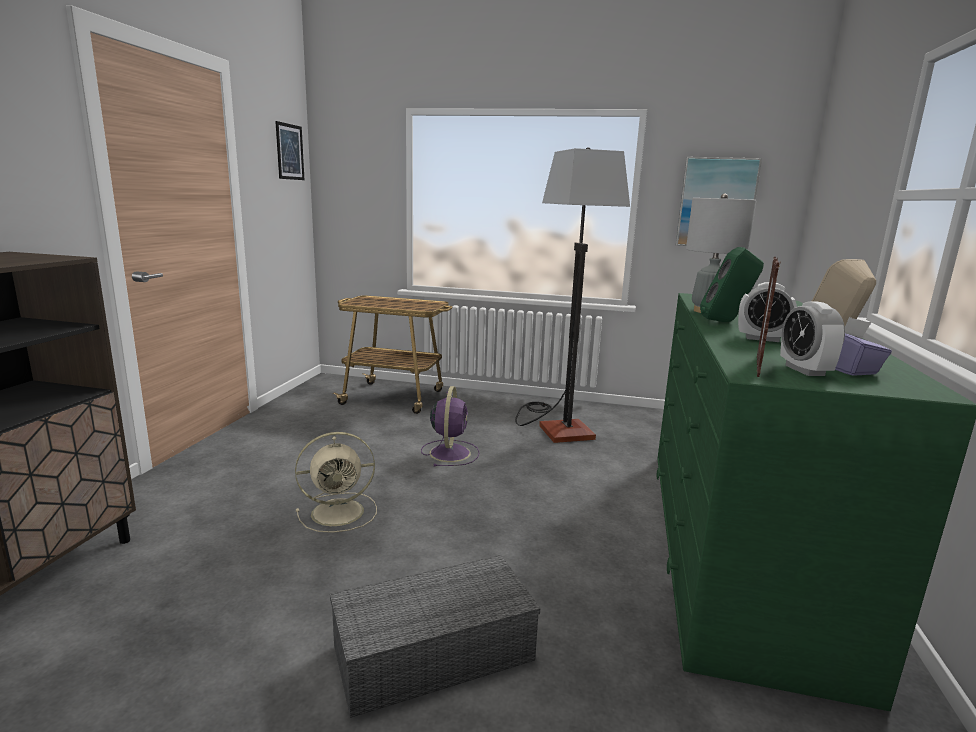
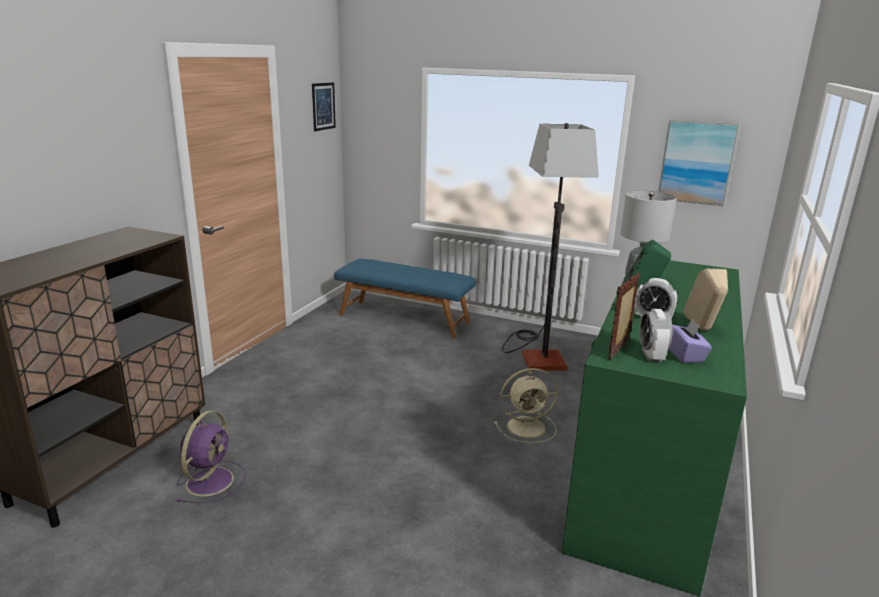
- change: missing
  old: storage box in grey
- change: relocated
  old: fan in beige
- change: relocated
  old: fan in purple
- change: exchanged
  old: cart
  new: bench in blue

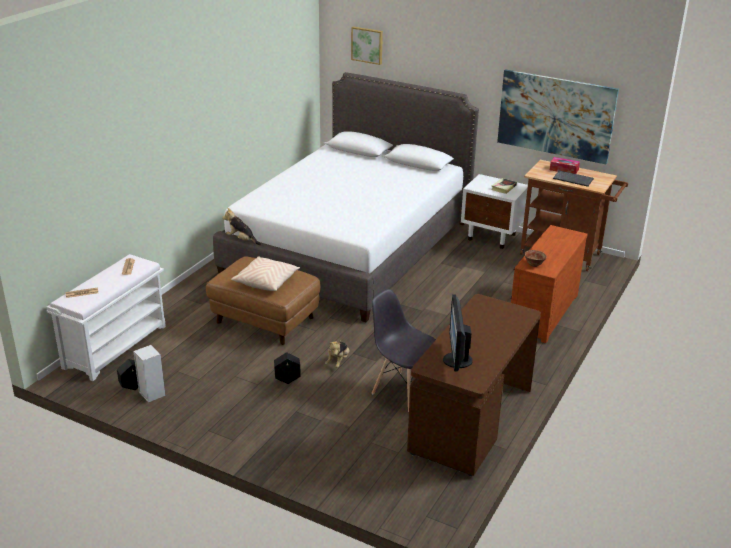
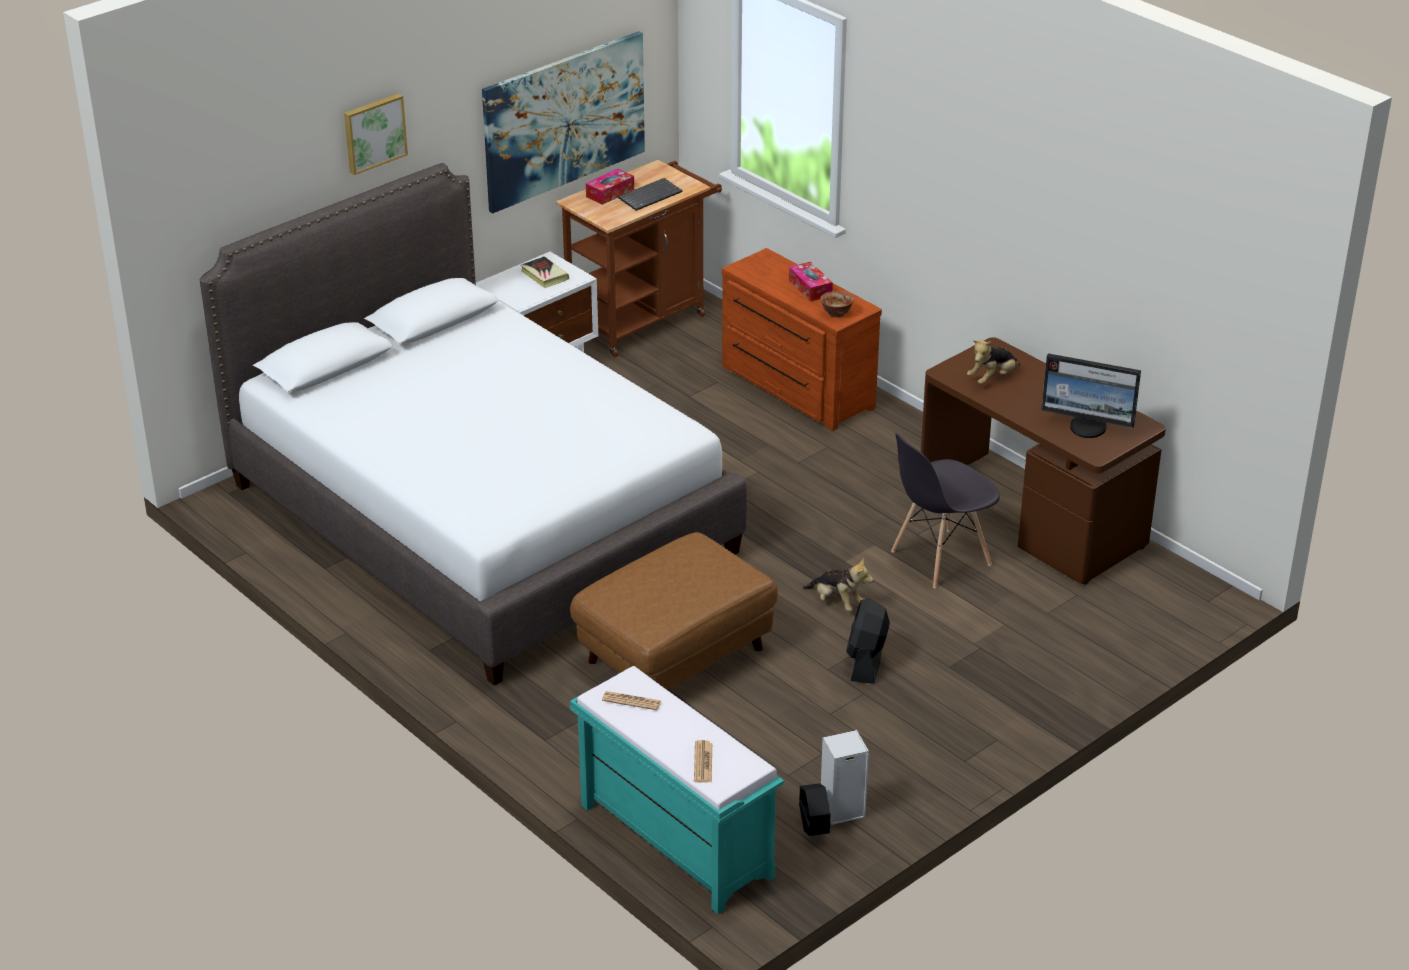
- change: missing
  old: pillow in beige
- change: appeared
  new: tissue box (no. 2 from left)
- change: relocated
  old: plush toy (no. 1 from left in the first image)
  new: plush toy (no. 2 from left)
- change: relocated
  old: picture (no. 1 from left)
- change: exchanged
  old: planter in black (no. 2 from left)
  new: fan in black
- change: colour
  old: bench in white
  new: bench in turquoise

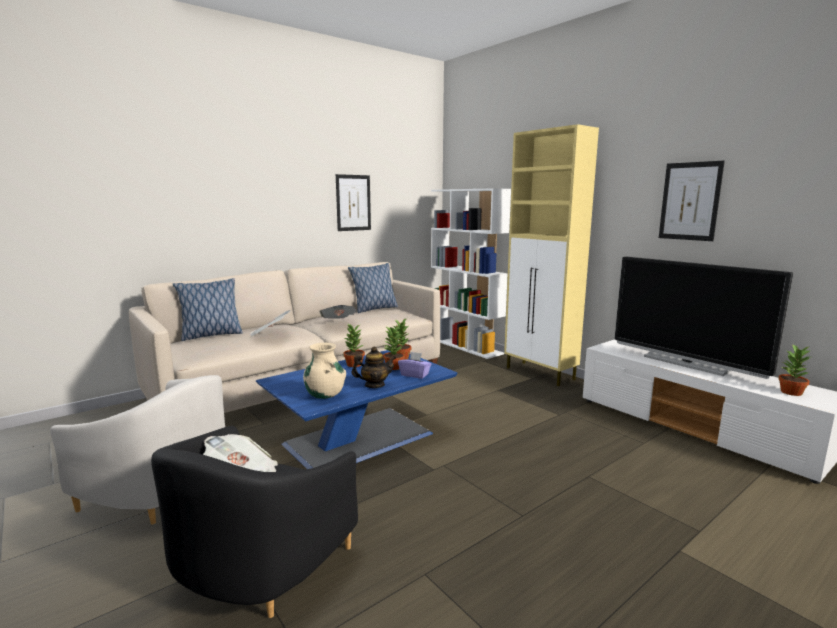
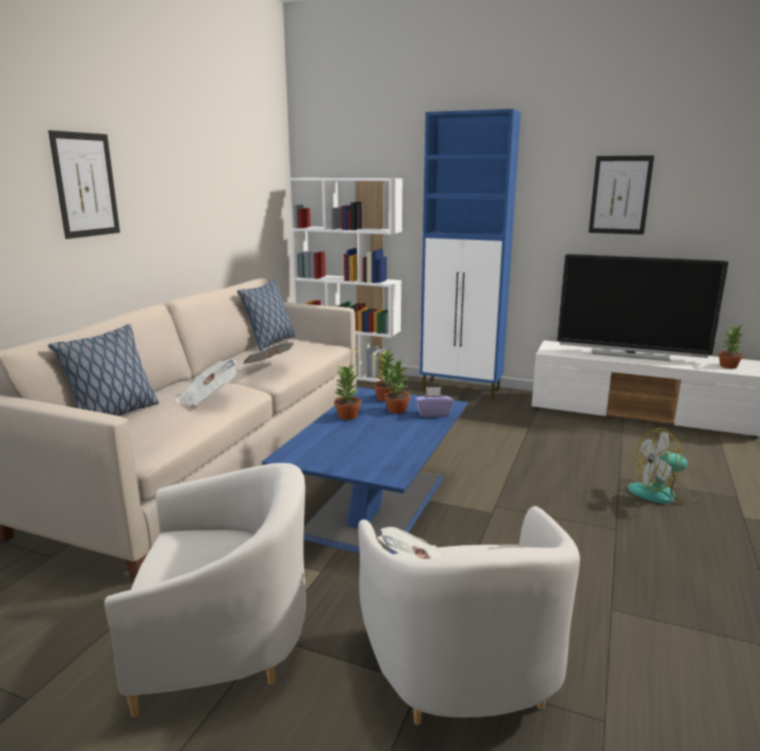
- change: missing
  old: vase in beige
- change: missing
  old: teapot
- change: appeared
  new: fan
- change: relocated
  old: picture (no. 1 from left)
- change: colour
  old: armchair in black
  new: armchair in white (no. 2 from left)
- change: colour
  old: cabinet in beige
  new: cabinet in blue

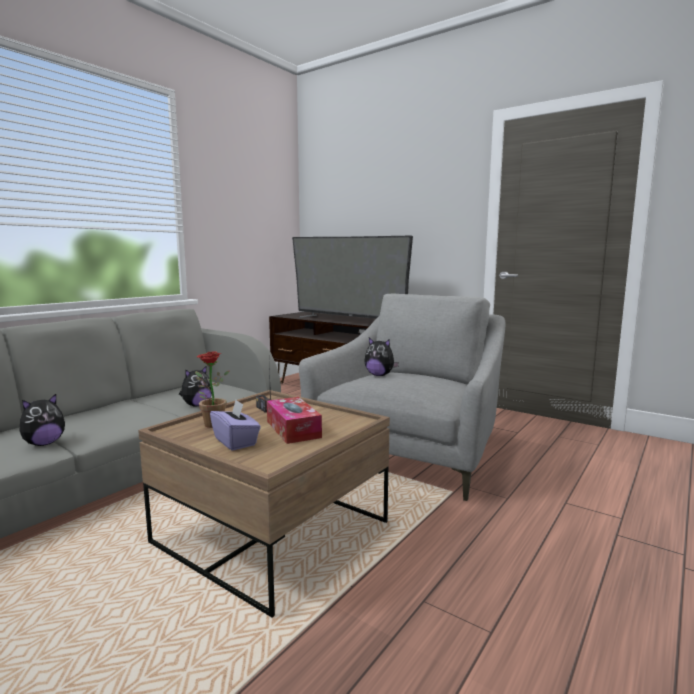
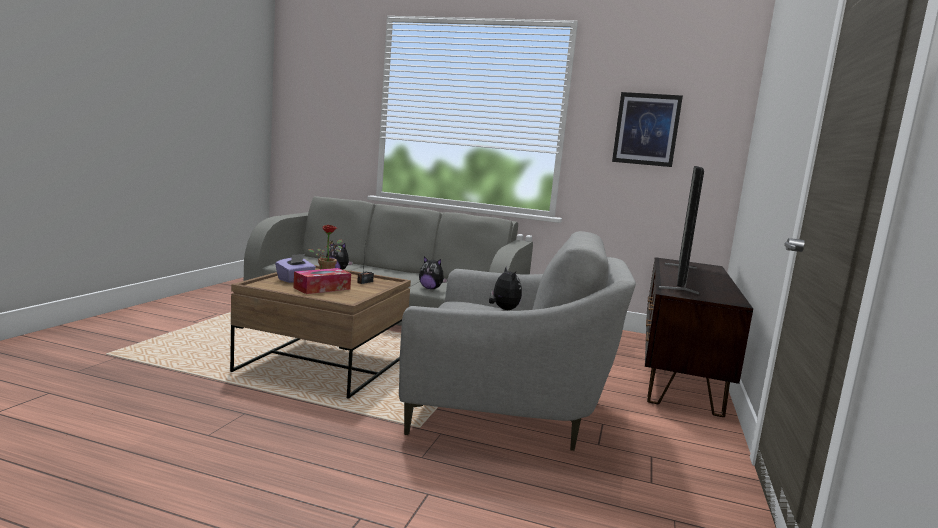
- change: appeared
  new: picture
- change: spun
  old: plush toy (no. 3 from left)
  degrees: 150

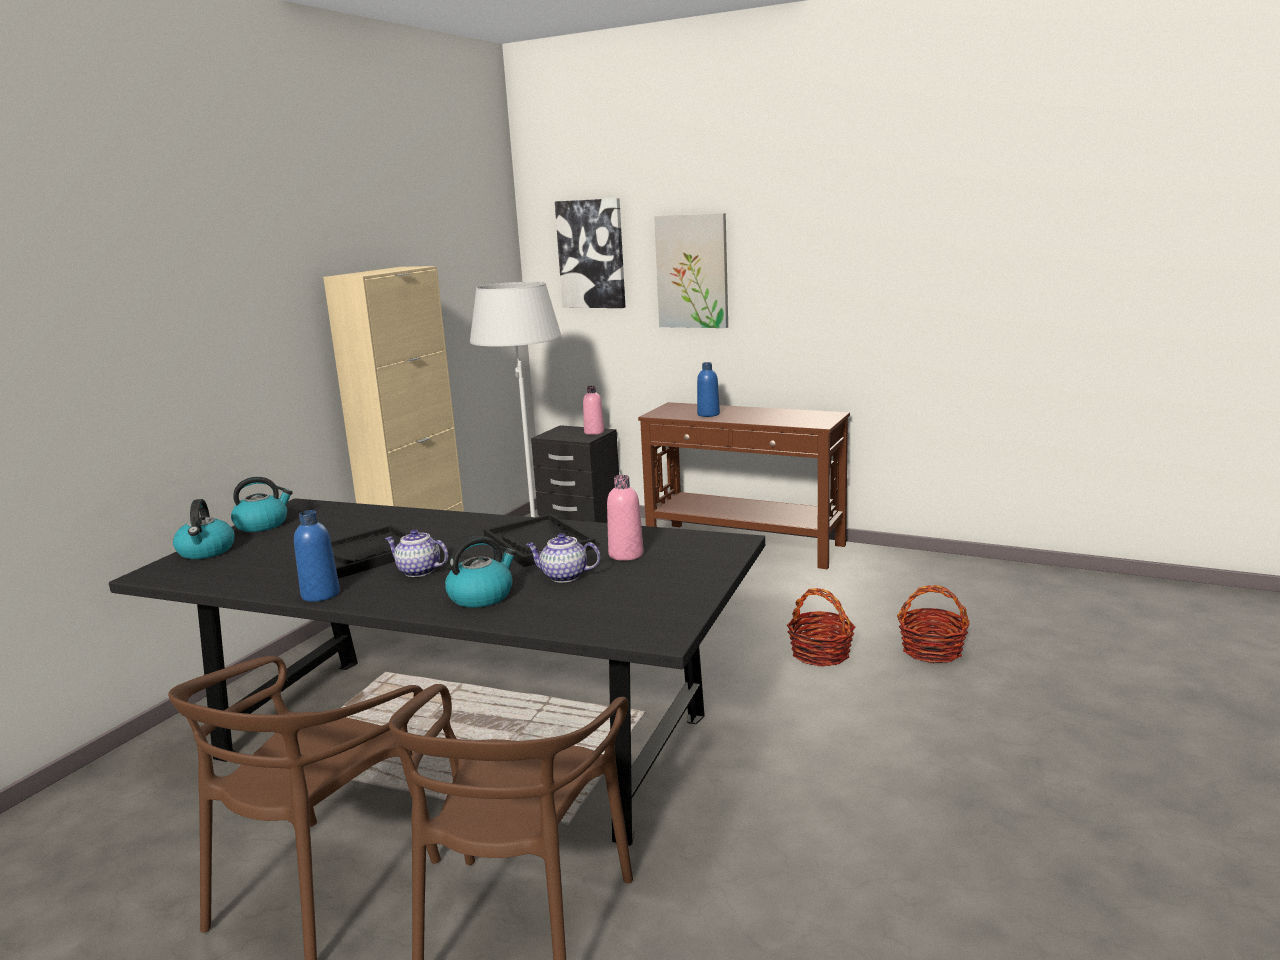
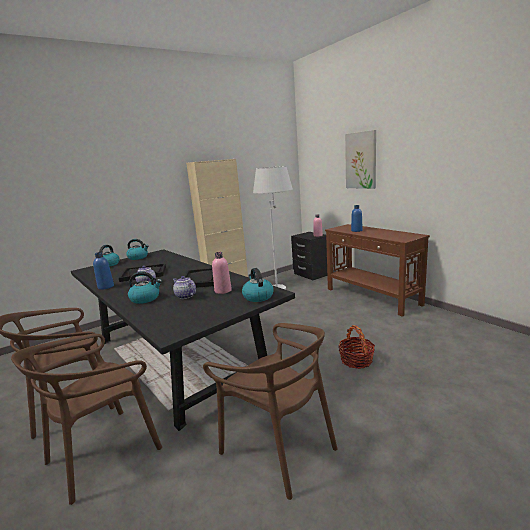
- change: missing
  old: picture (no. 1 from left)
- change: missing
  old: basket (no. 2 from left)
- change: appeared
  new: chair in brown (no. 3 from left)
- change: appeared
  new: kettle (no. 4 from left)

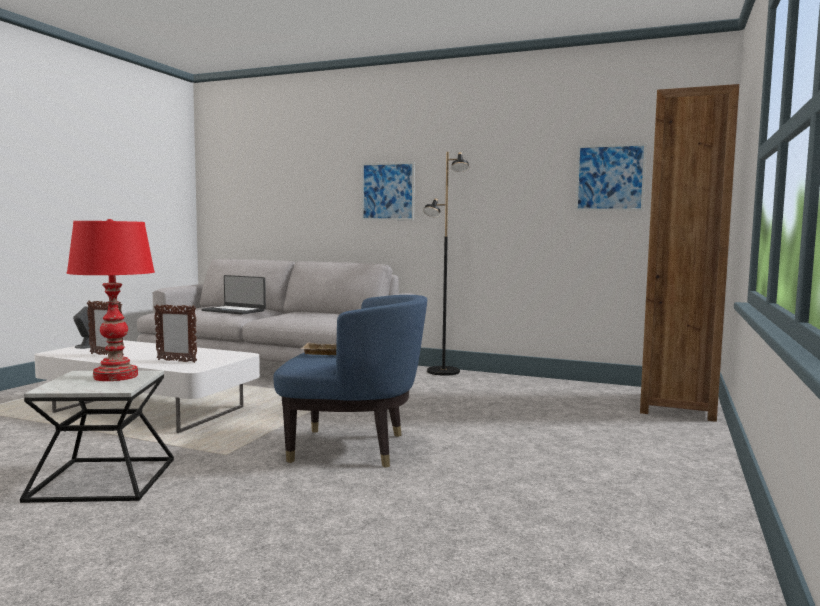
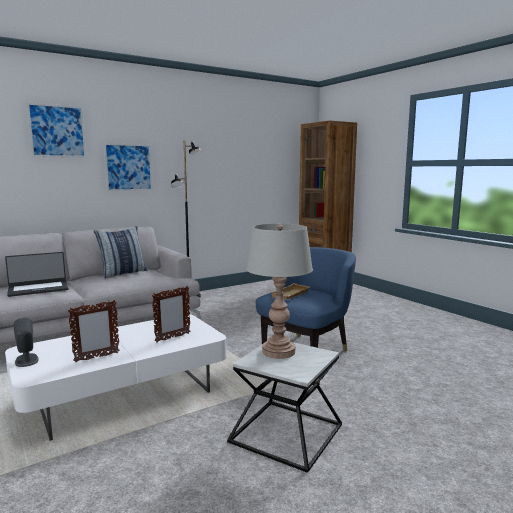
- change: appeared
  new: pillow
- change: relocated
  old: picture (no. 2 from left in the first image)
  new: picture (no. 1 from left)
- change: colour
  old: table lamp in red
  new: table lamp in grey

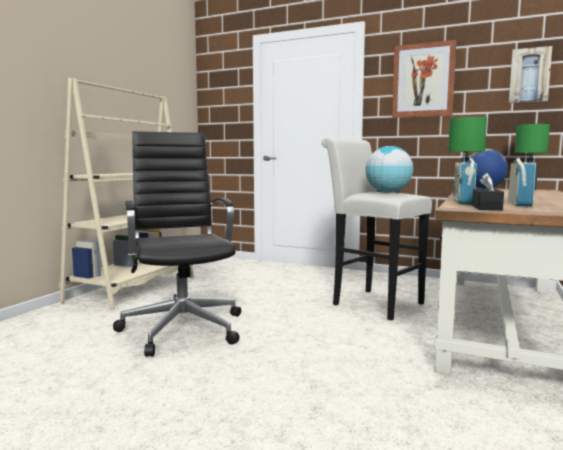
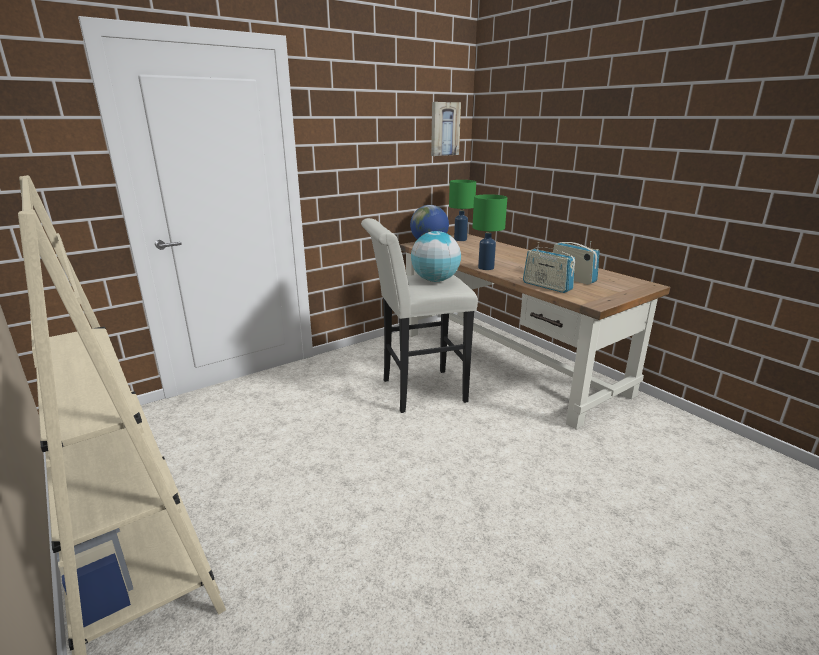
- change: missing
  old: office chair in black
- change: missing
  old: picture (no. 1 from left)
- change: missing
  old: tissue box in black

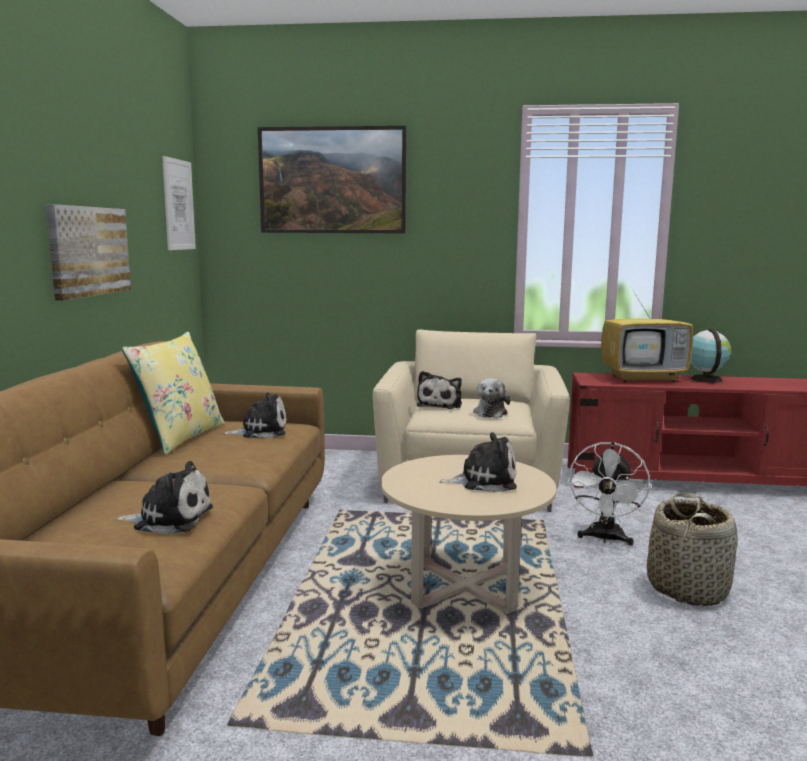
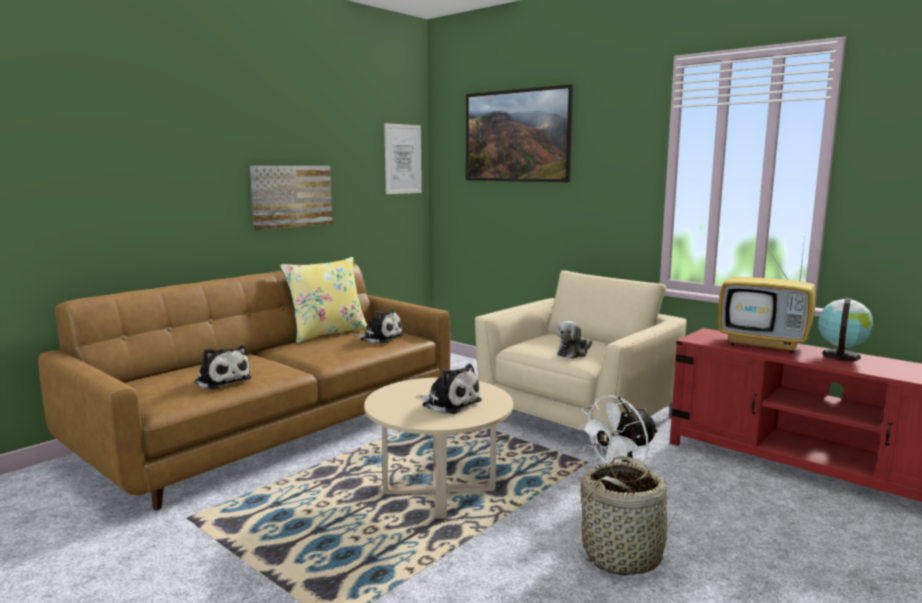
- change: missing
  old: plush toy (no. 3 from left)

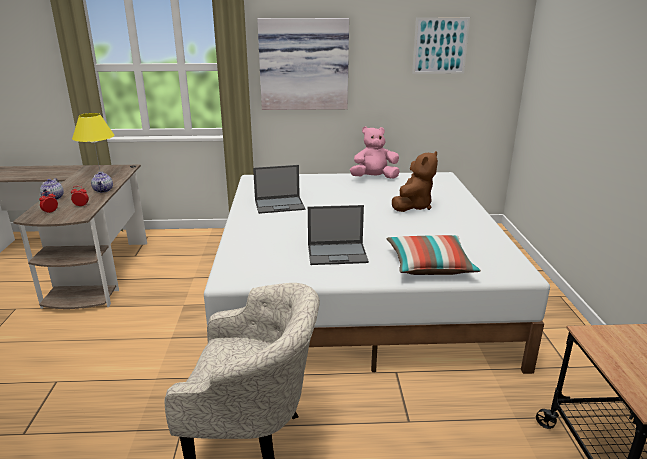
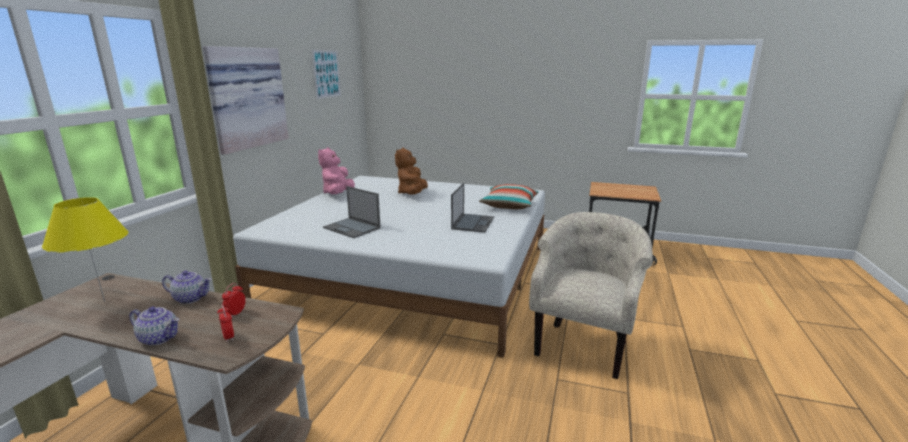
- change: spun
  old: laptop (no. 1 from left)
  degrees: 120
- change: spun
  old: plush toy in brown
  degrees: -135

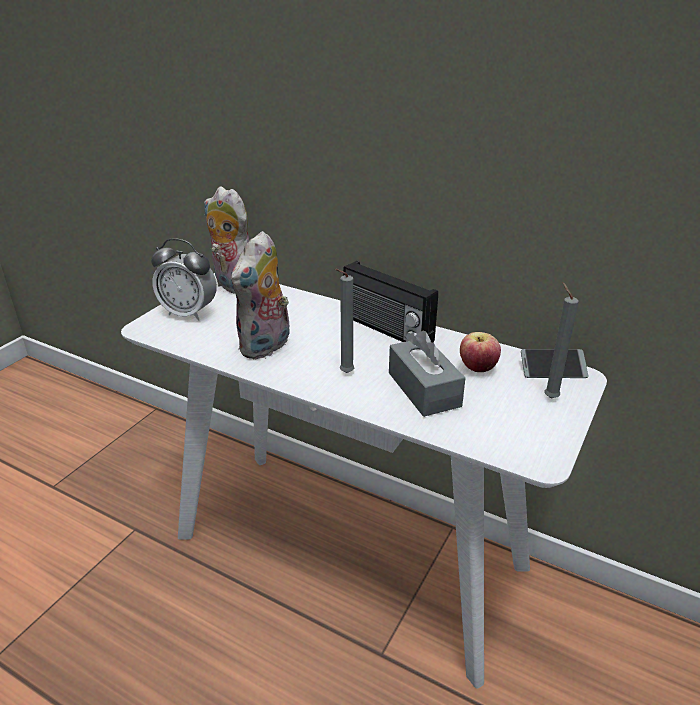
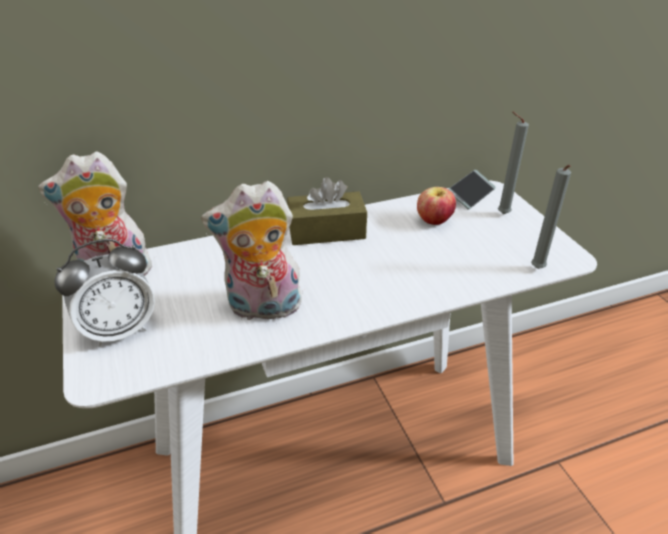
- change: missing
  old: tissue box in grey
- change: relocated
  old: candle in grey (no. 1 from left in the first image)
  new: candle in grey (no. 2 from left)
- change: exchanged
  old: radio
  new: tissue box in brown
- change: spun
  old: plush toy (no. 2 from left)
  degrees: 105

